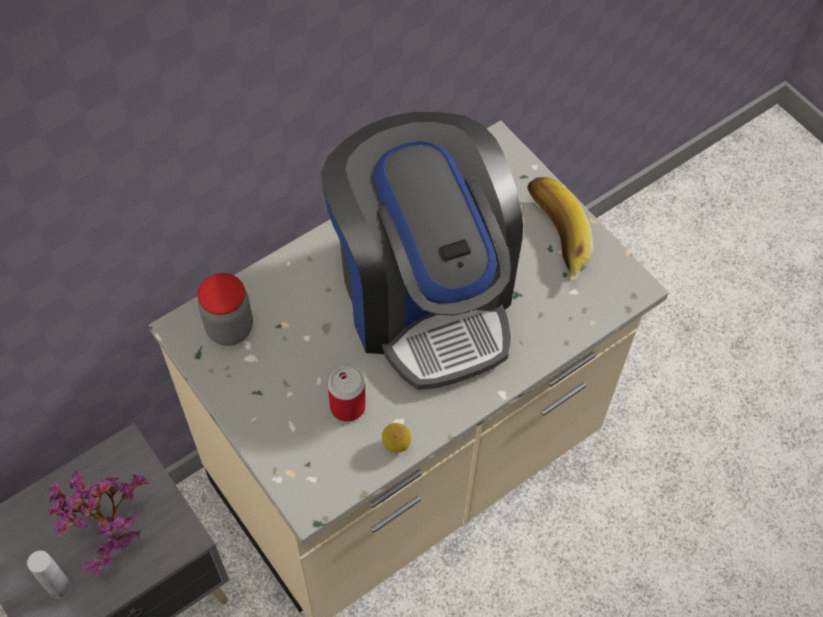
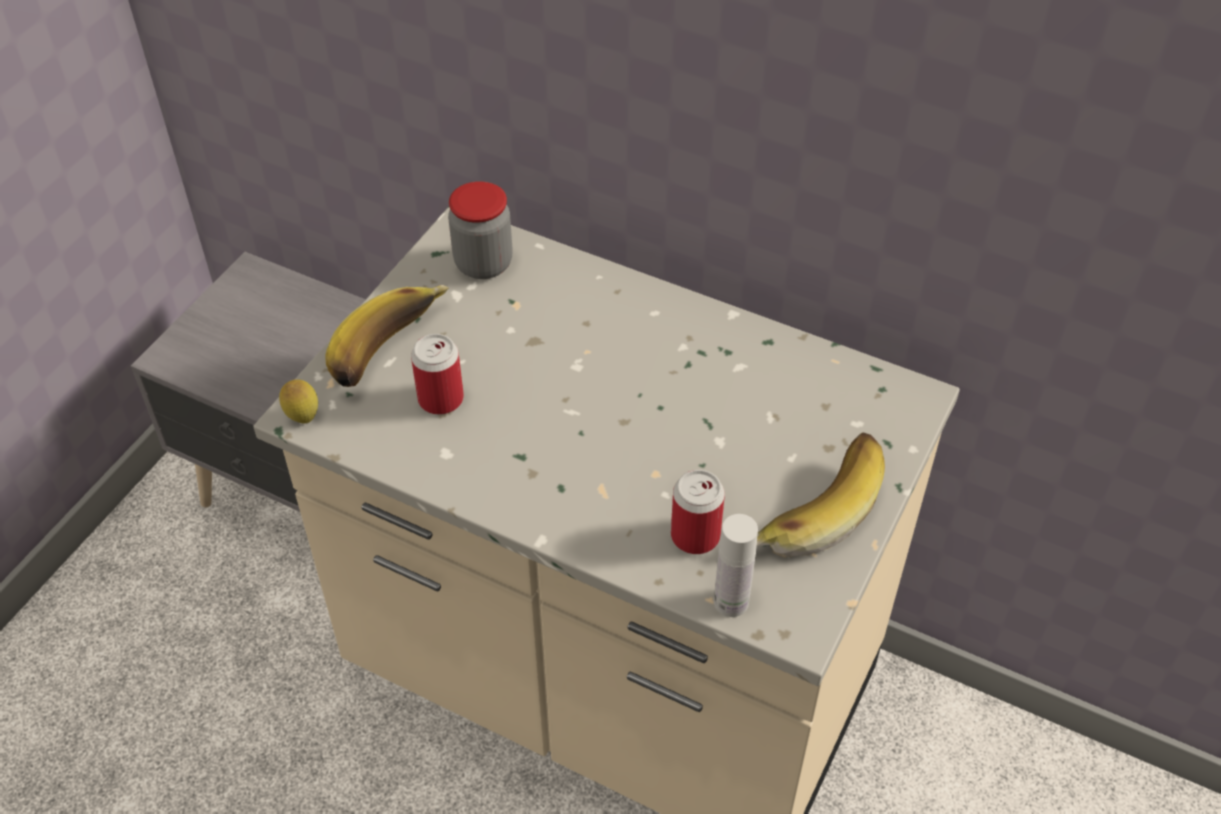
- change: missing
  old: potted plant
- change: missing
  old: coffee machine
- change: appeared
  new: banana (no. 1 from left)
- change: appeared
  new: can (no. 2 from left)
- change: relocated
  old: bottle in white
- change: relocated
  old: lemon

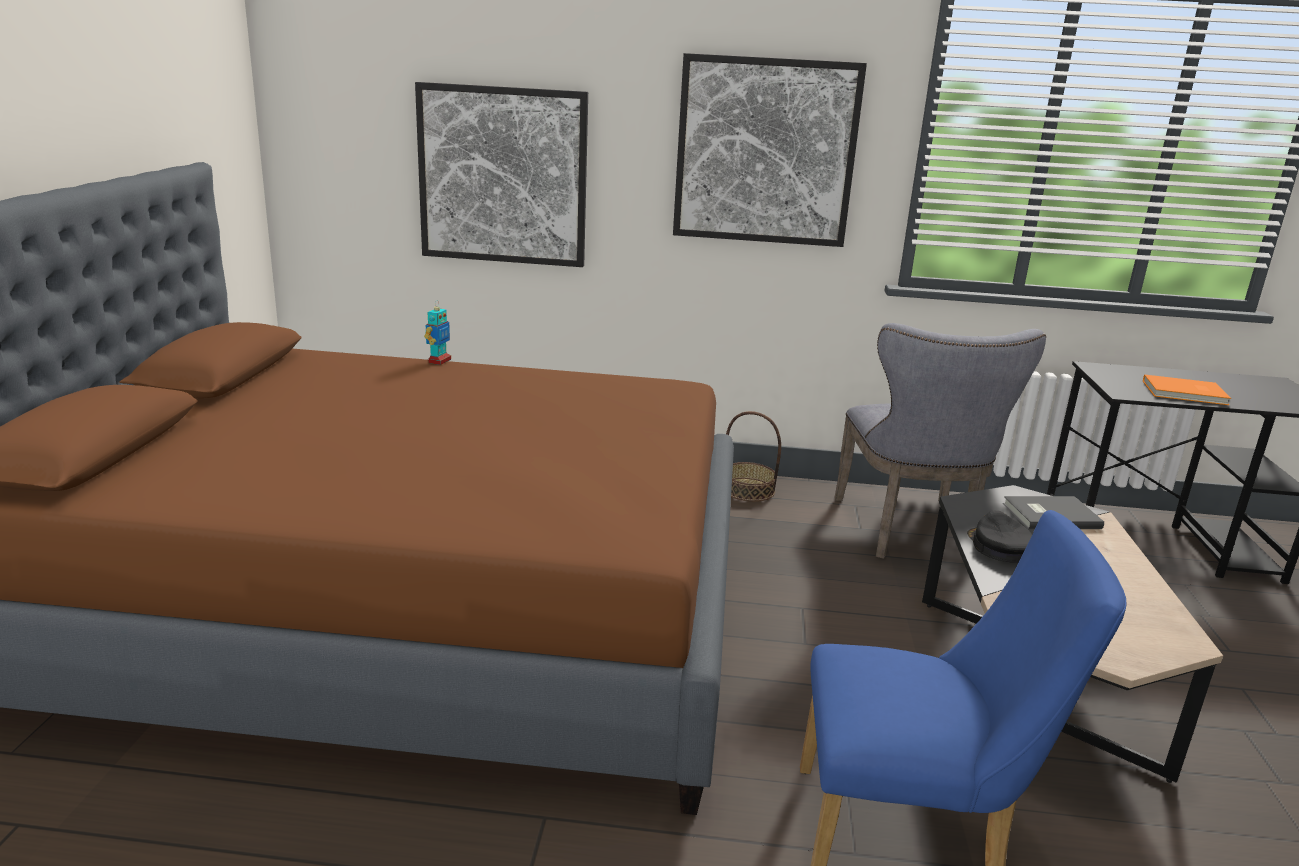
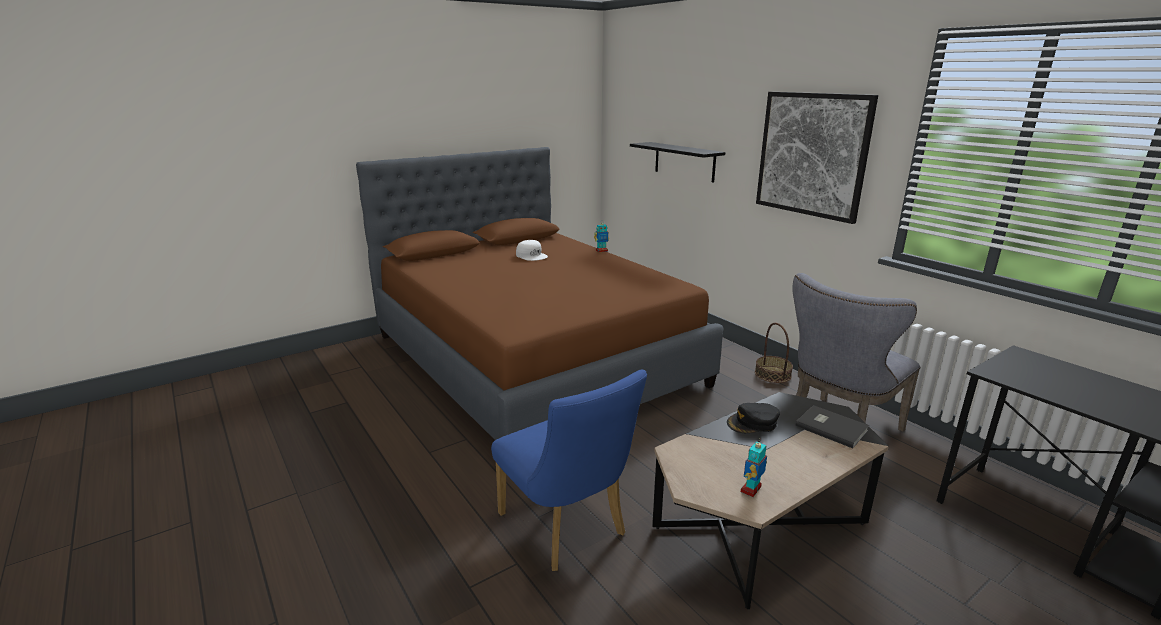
- change: missing
  old: book in orange
- change: appeared
  new: cap in white
- change: appeared
  new: toy robot (no. 2 from left)
- change: exchanged
  old: picture (no. 1 from left)
  new: shelf in black
- change: spun
  old: cap in black
  degrees: -150

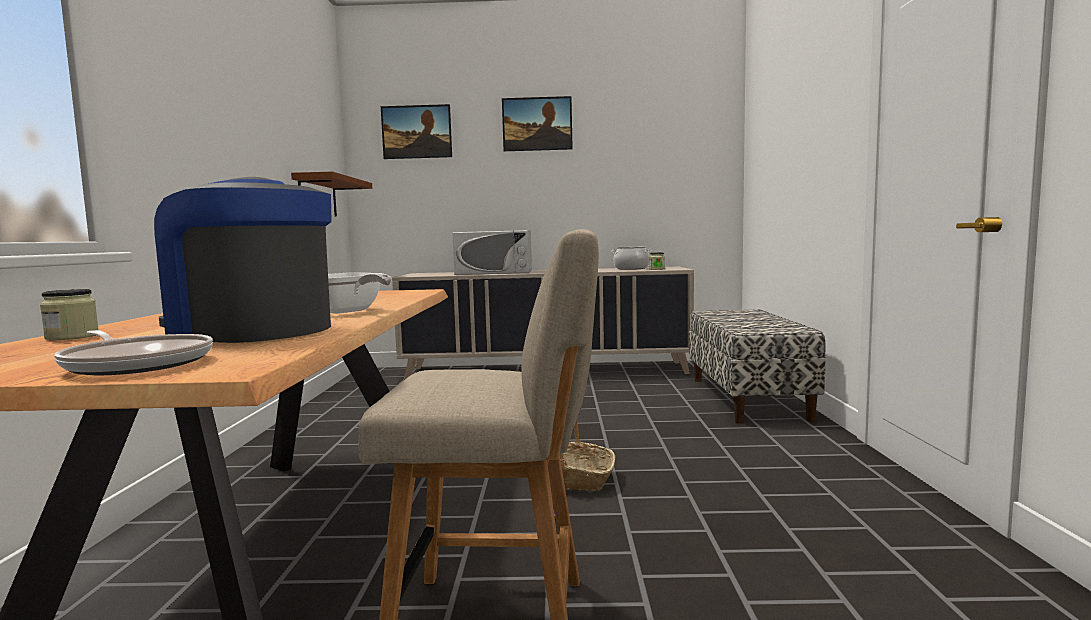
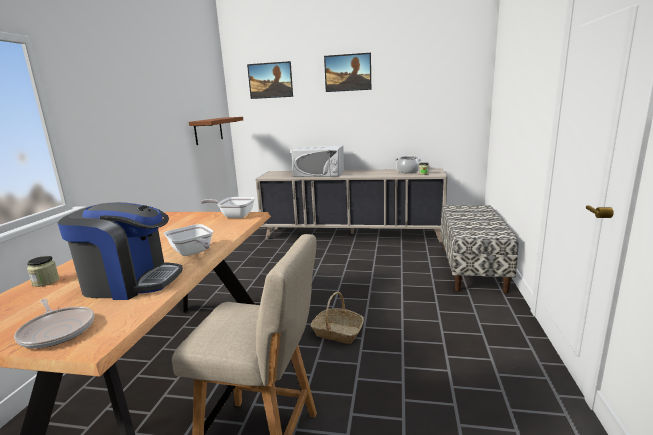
- change: appeared
  new: frying pan (no. 3 from left)
- change: spun
  old: coffee machine
  degrees: 150

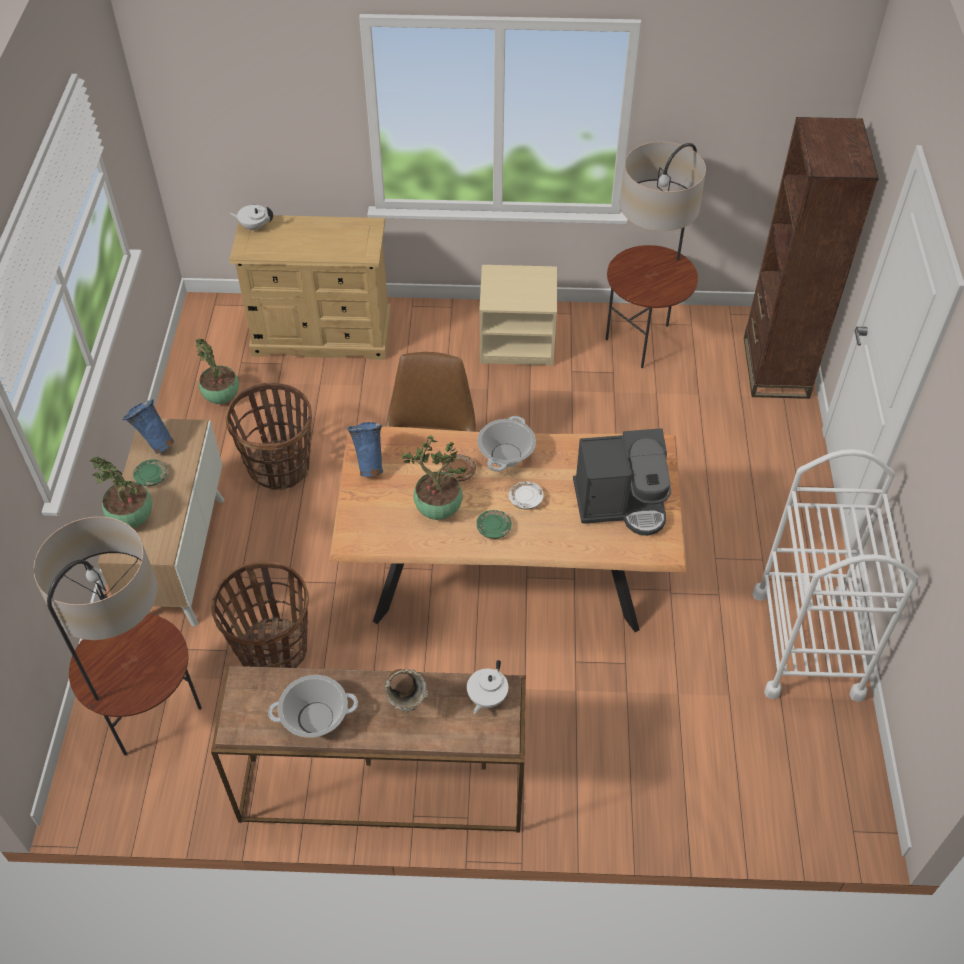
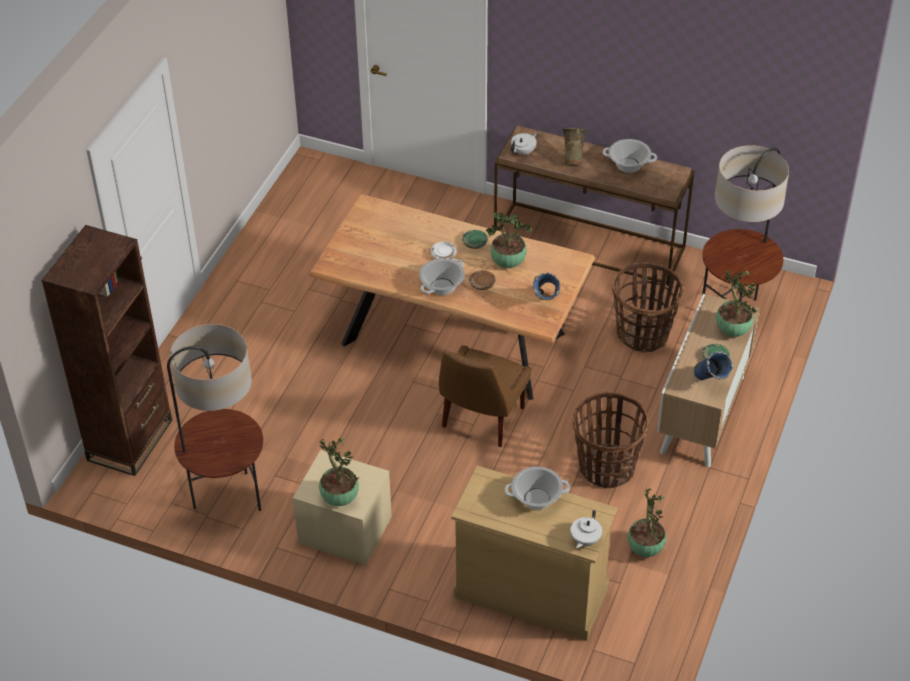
- change: missing
  old: coffee machine
- change: missing
  old: cart in white
- change: appeared
  new: potted plant (no. 1 from left)
- change: appeared
  new: cooking pot (no. 2 from left)
- change: spun
  old: teapot in white (no. 1 from left in the first image)
  degrees: 90

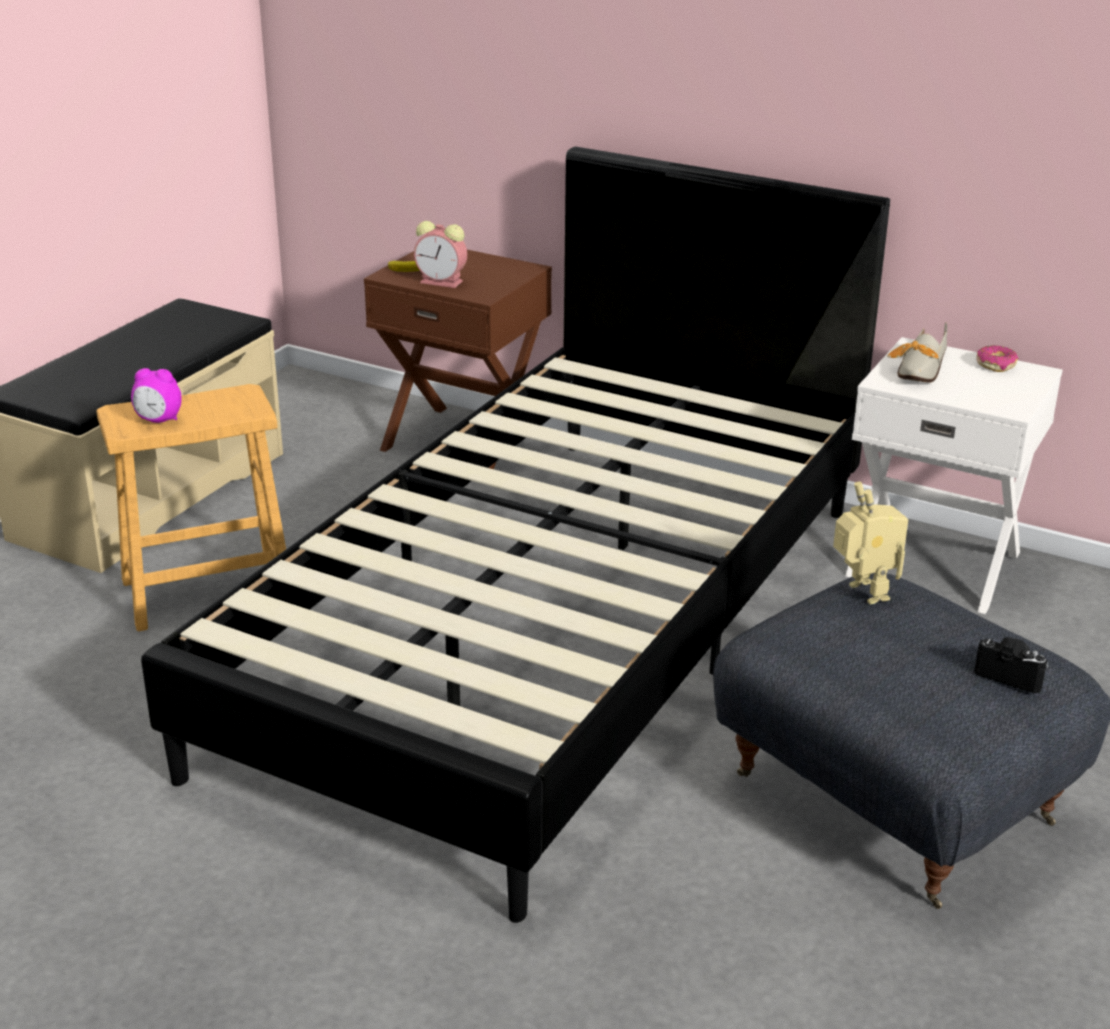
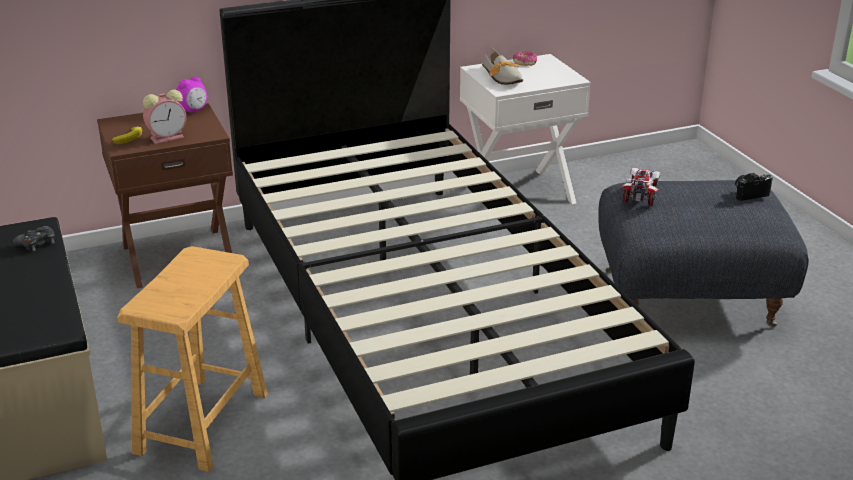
- change: appeared
  new: game controller in black
- change: relocated
  old: alarm clock (no. 1 from left in the first image)
  new: alarm clock (no. 2 from left)
- change: exchanged
  old: toy robot
  new: toy car

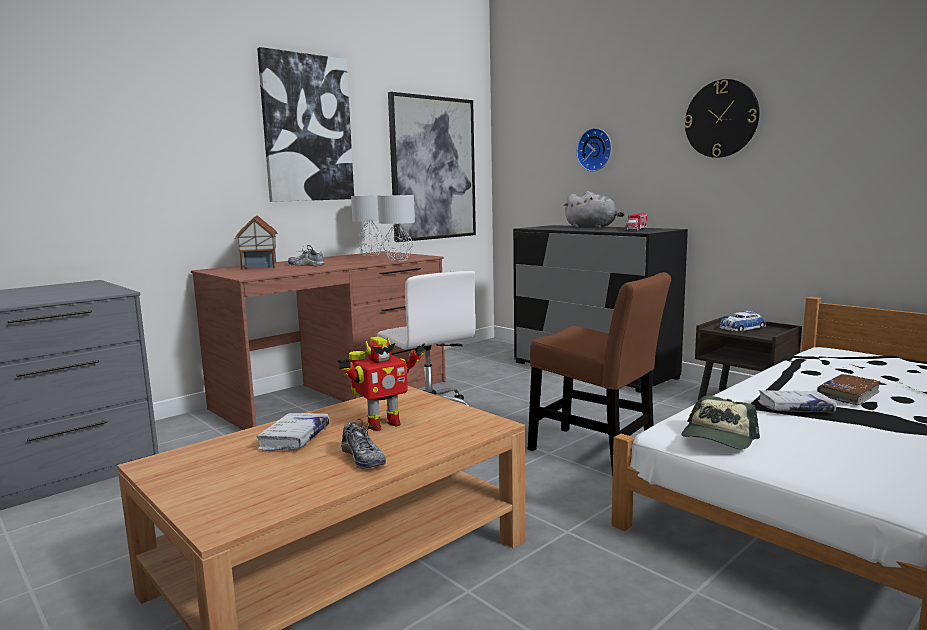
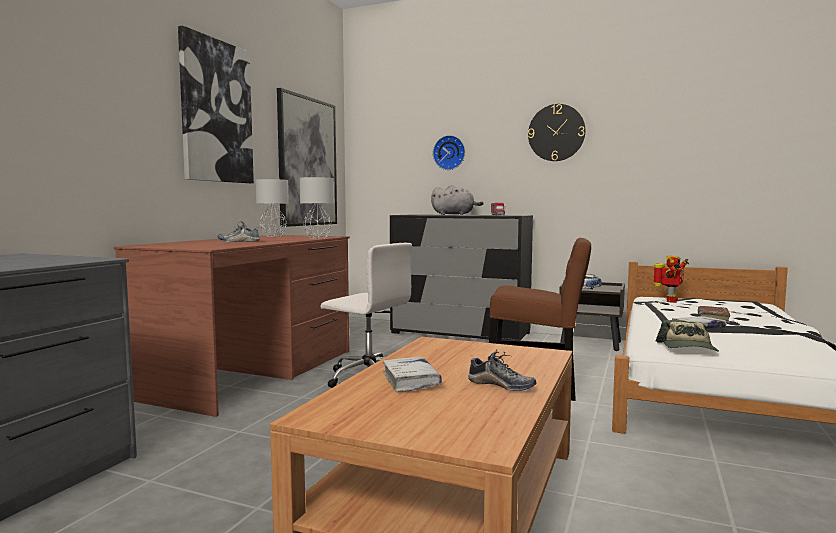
- change: missing
  old: toy house
- change: relocated
  old: toy robot

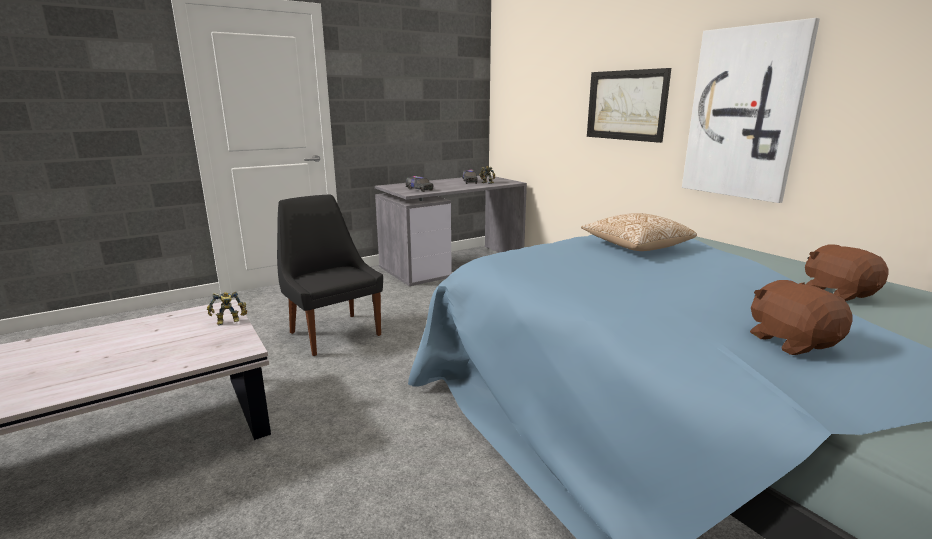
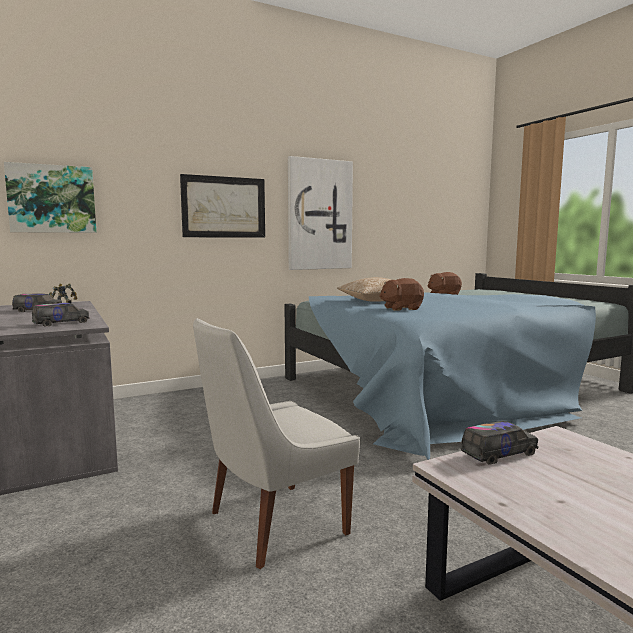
- change: appeared
  new: picture (no. 1 from left)
- change: relocated
  old: plush toy in brown (no. 1 from left)
- change: exchanged
  old: toy robot (no. 1 from left)
  new: toy truck (no. 3 from left)
- change: colour
  old: chair in black
  new: chair in white

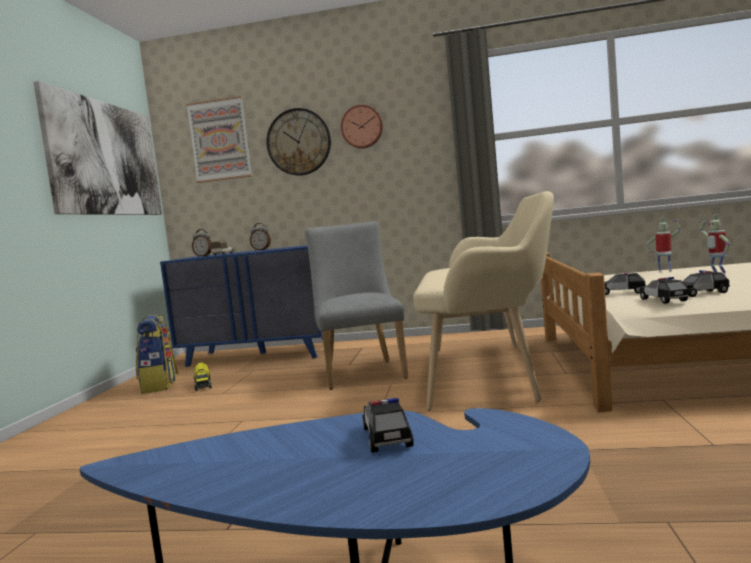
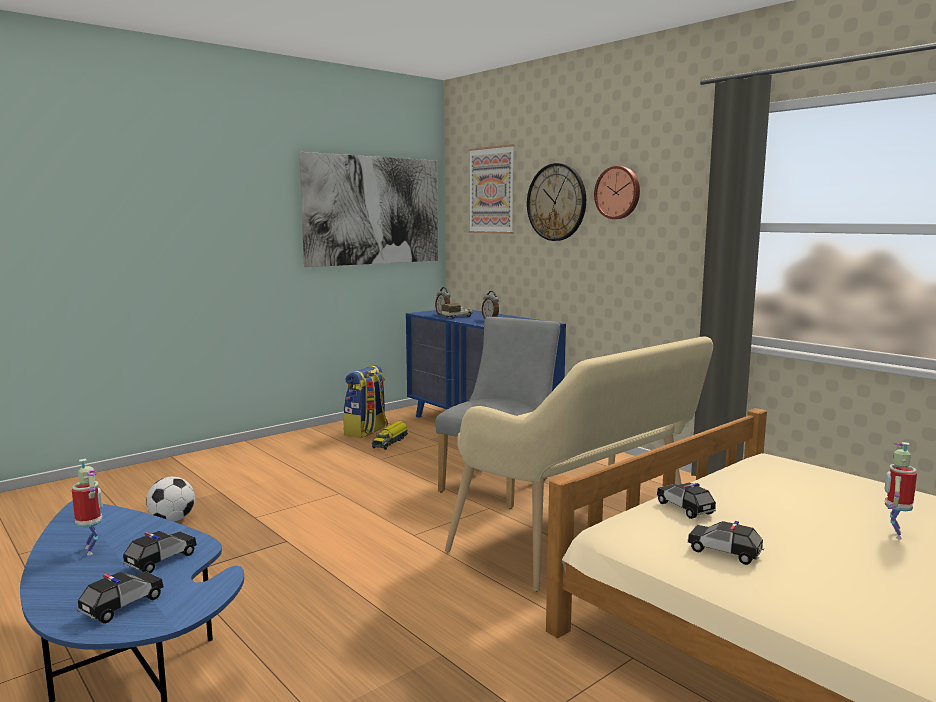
- change: appeared
  new: football
- change: relocated
  old: toy car (no. 3 from left in the first image)
  new: toy car (no. 1 from left)
- change: relocated
  old: toy robot (no. 1 from left)

